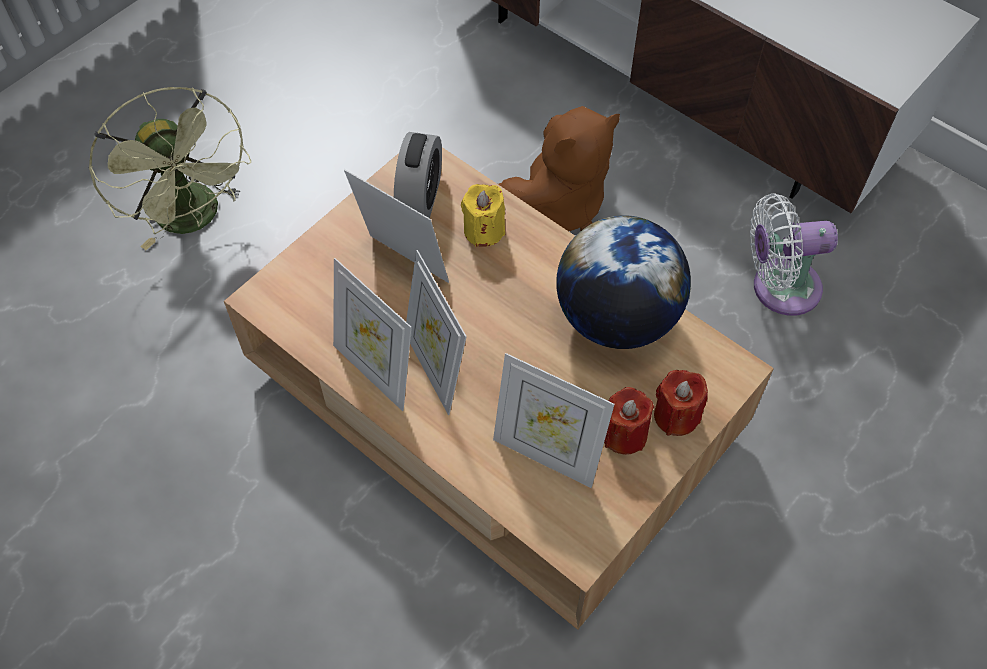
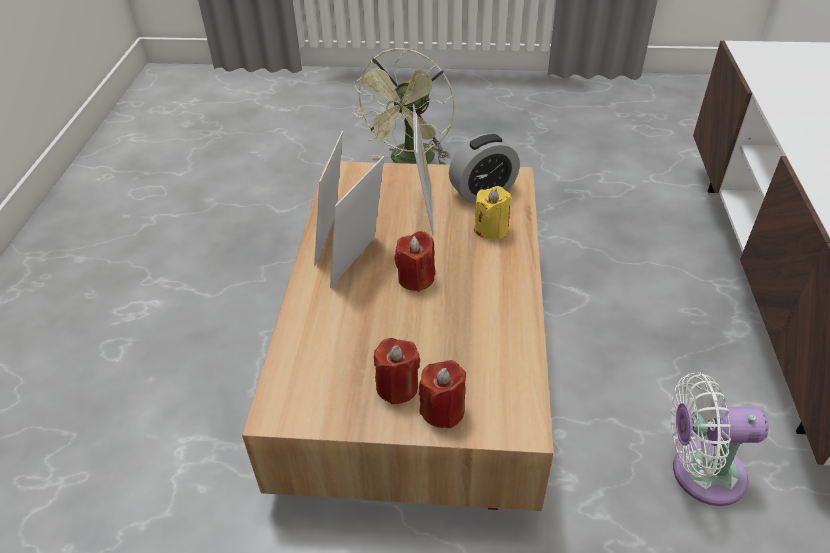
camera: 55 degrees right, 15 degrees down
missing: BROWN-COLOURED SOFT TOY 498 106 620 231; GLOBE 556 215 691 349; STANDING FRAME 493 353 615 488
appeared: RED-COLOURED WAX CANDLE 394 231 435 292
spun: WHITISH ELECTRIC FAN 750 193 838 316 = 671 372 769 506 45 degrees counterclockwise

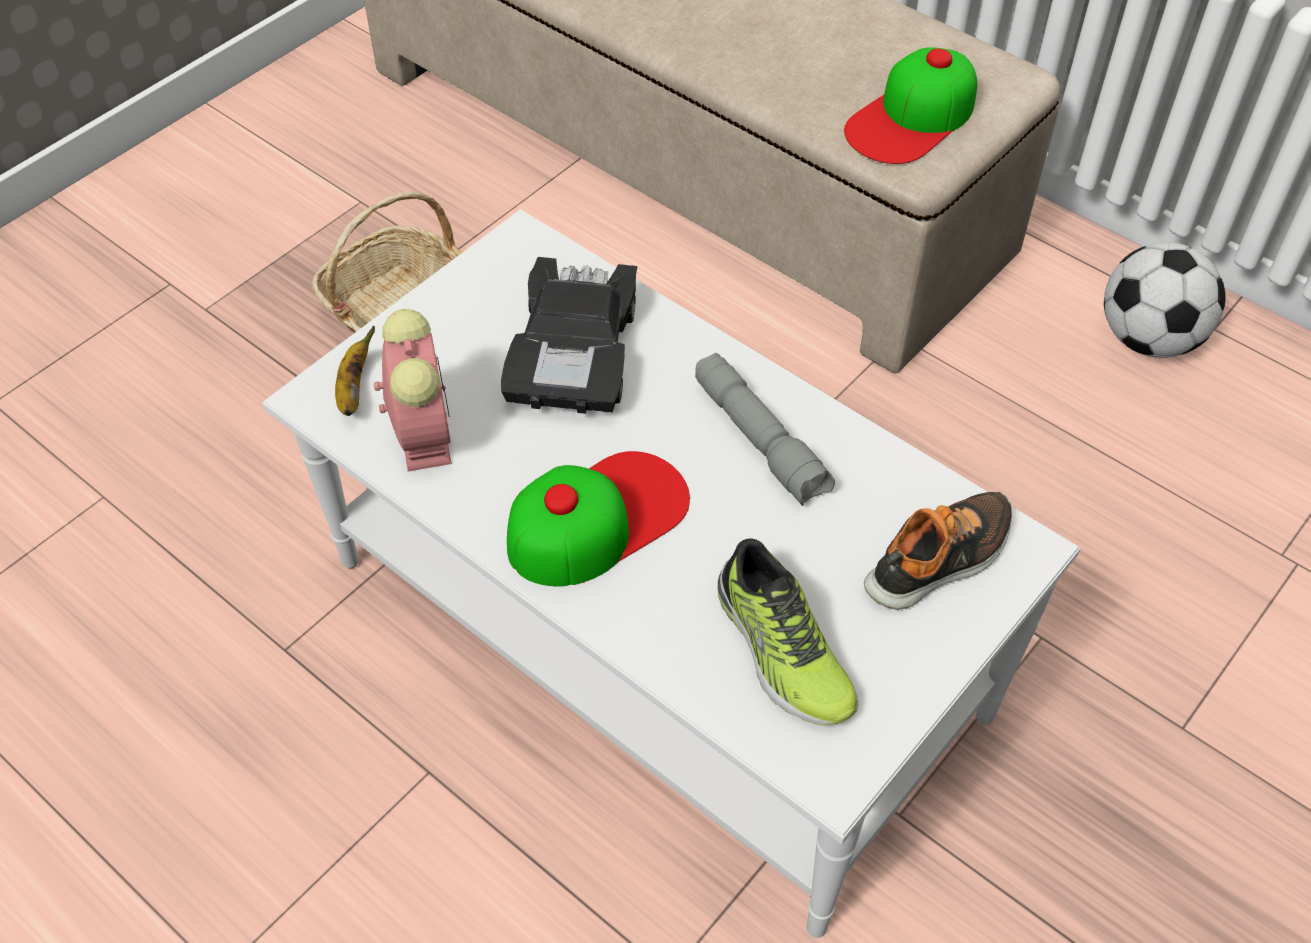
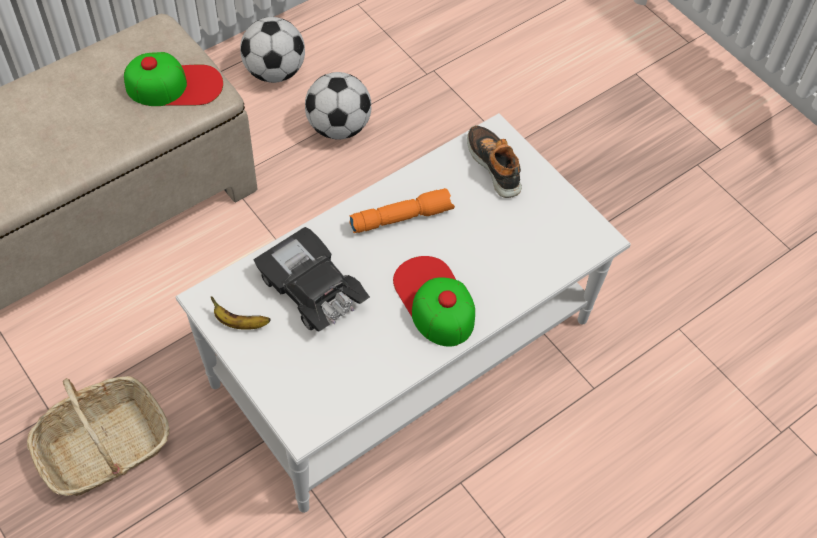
camera: 80 degrees left, 5 degrees up
missing: TABLE CLOCK 374 309 452 471; SHOE 717 538 859 726
appeared: BALL FOR FOOTBALL 305 72 371 140
relocated: BANANA 335 326 375 416 to 210 296 270 330
colour: GREYISH FLASHLIGHT 695 353 835 506 to ORANGE FLASHLIGHT 349 188 455 233
spun: PEAKED CAP 844 47 977 164 = 124 52 223 106 60 degrees counterclockwise; BLACK MINIATURE CAR 501 257 637 414 = 253 227 370 331 150 degrees counterclockwise

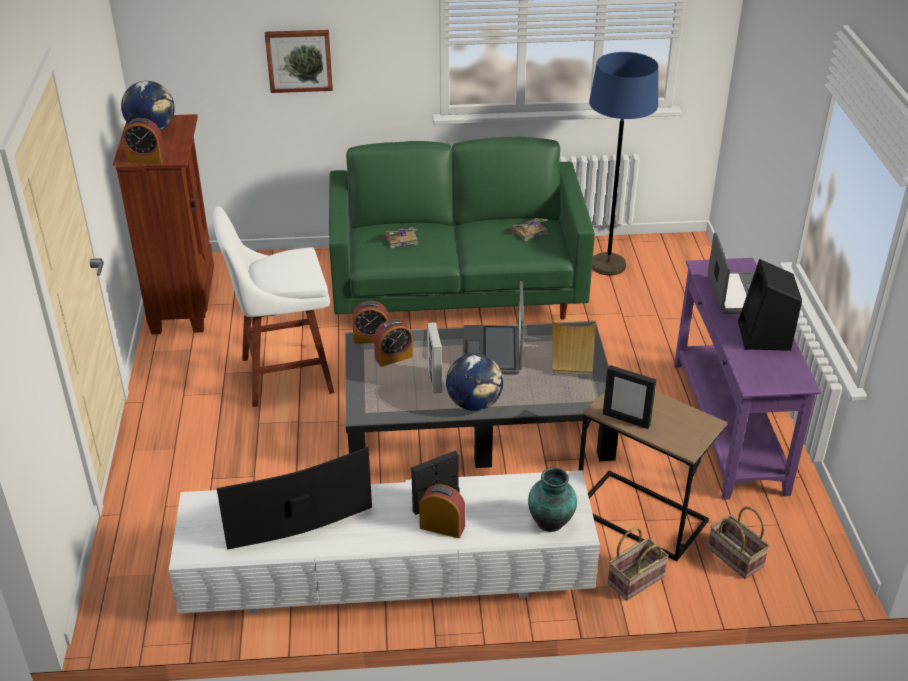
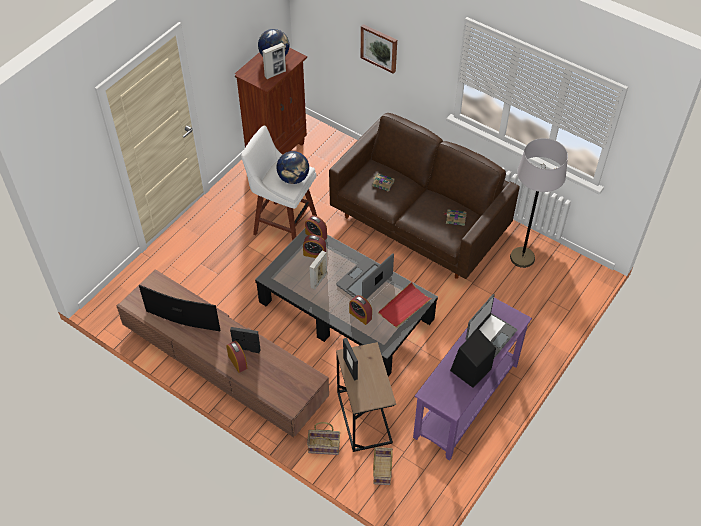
camera: 40 degrees right, 15 degrees up
missing: VASE 528 468 577 532
appeared: STANDING FRAME 262 43 286 79
relocated: TABLE CLOCK 122 118 165 163 to 349 295 372 325; GLOBE 446 353 503 411 to 277 151 309 184
colour: BLUISH STANDARD LAMP 589 52 658 275 to GREYISH STANDARD LAMP 510 138 568 268; GREENISH SOFA 329 137 595 320 to BROWN-COLOURED SOFA 329 113 520 279; BEIGE-COLOURED CARRYING TRAY 552 319 597 376 to RED-COLOURED CARRYING TRAY 378 282 432 329; WHITISH TV UNIT 169 470 600 614 to BROWN-COLOURED TV UNIT 116 269 329 437

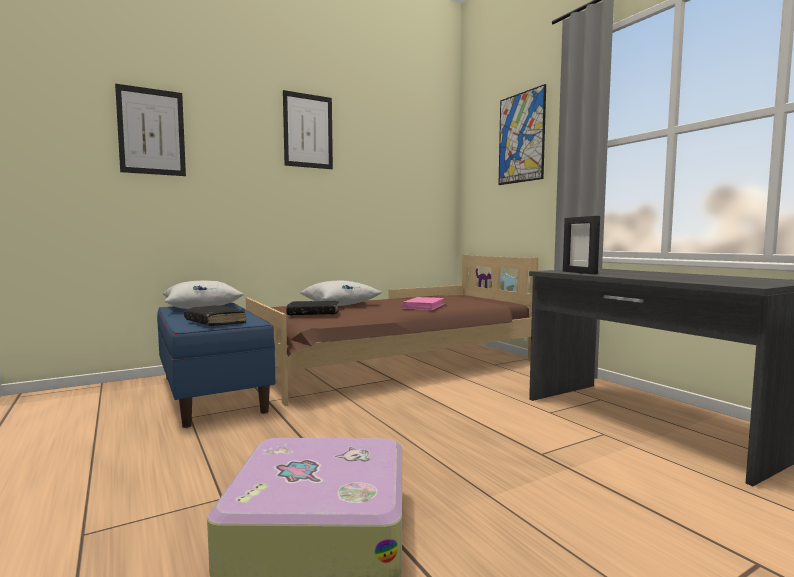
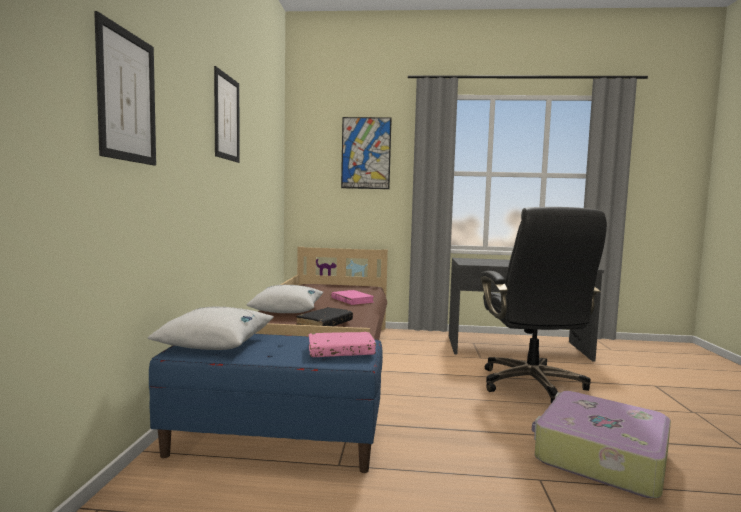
camera: 55 degrees left, 0 degrees up
missing: STANDING FRAME 563 216 600 274
appeared: BLACK COMPUTER CHAIR 480 207 607 403
colour: BLACK BOUND BOOK 184 305 246 326 to PINKISH BOUND BOOK 309 332 376 357

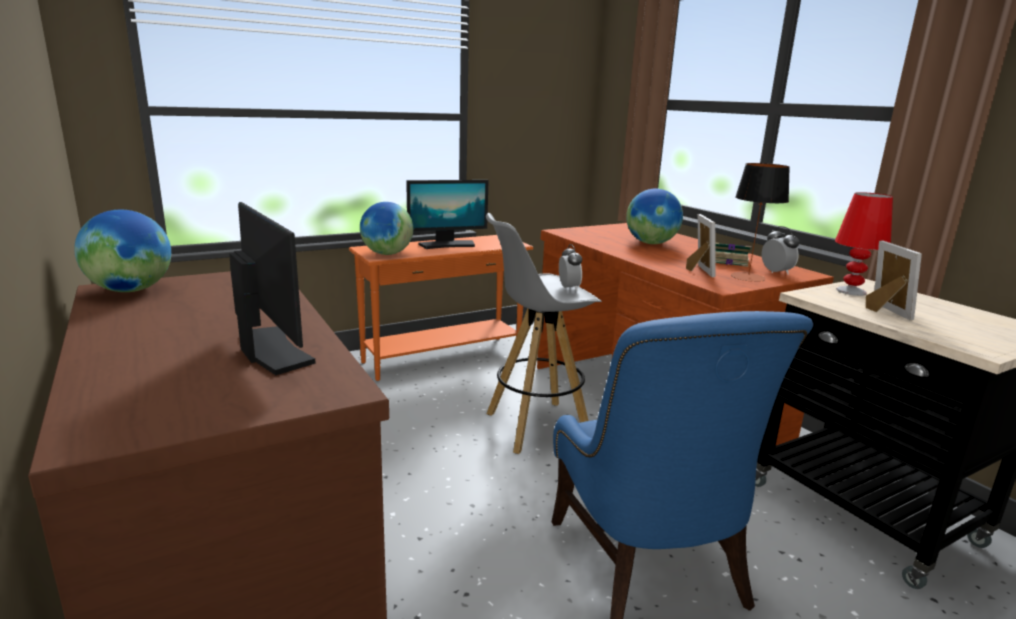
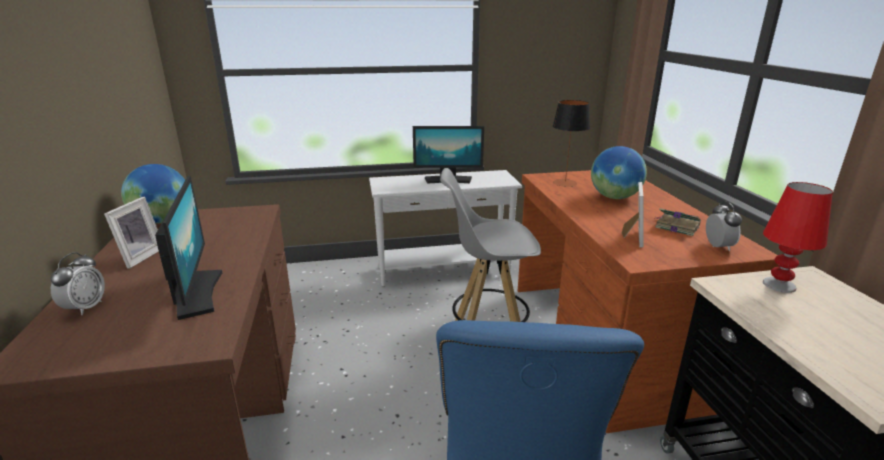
camera: 20 degrees right, 5 degrees up
missing: GLOBE 360 202 413 255
relocated: TABLETOP LAMP 731 163 790 282 to 553 100 590 187; STANDING FRAME 866 240 922 320 to 104 197 159 269; TABLE CLOCK 559 244 582 291 to 51 252 105 316
colour: ORANGE CONSOLE TABLE 349 235 533 381 to WHITISH CONSOLE TABLE 369 170 522 287

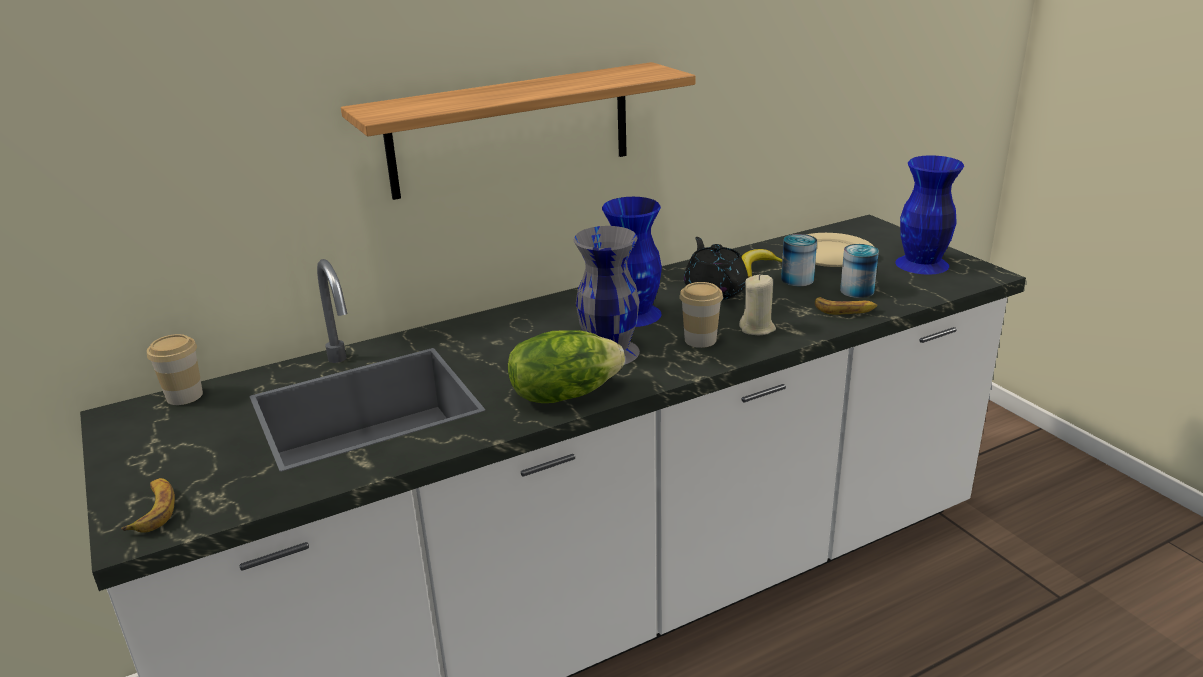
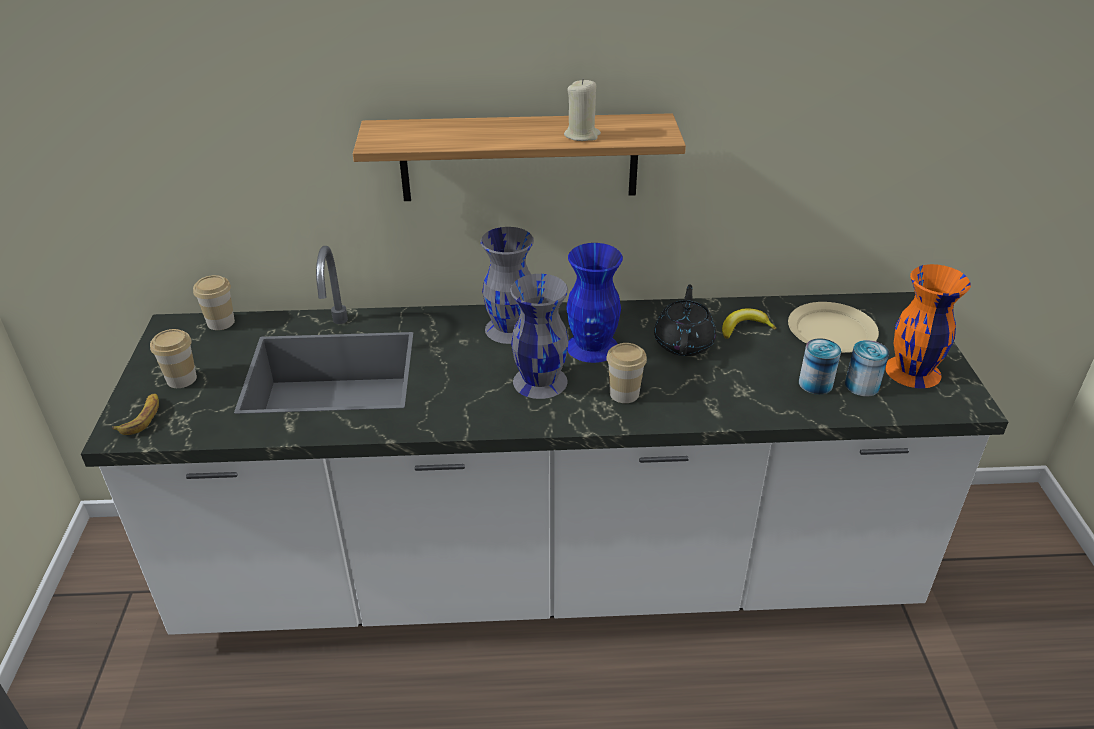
camera: 25 degrees right, 10 degrees up
missing: BANANA 815 297 878 315; HEAD OF LETTUCE 508 330 625 403
appeared: GREYISH VASE 481 227 534 344; DRINKING CUP 150 329 197 388
relocated: SEALED CAN 781 234 817 286 to 845 340 889 396; BEIGE-COLOURED WAX CANDLE 739 274 776 335 to 564 79 601 141
colour: BLUISH VASE 895 155 964 274 to ORANGE VASE 885 264 971 388

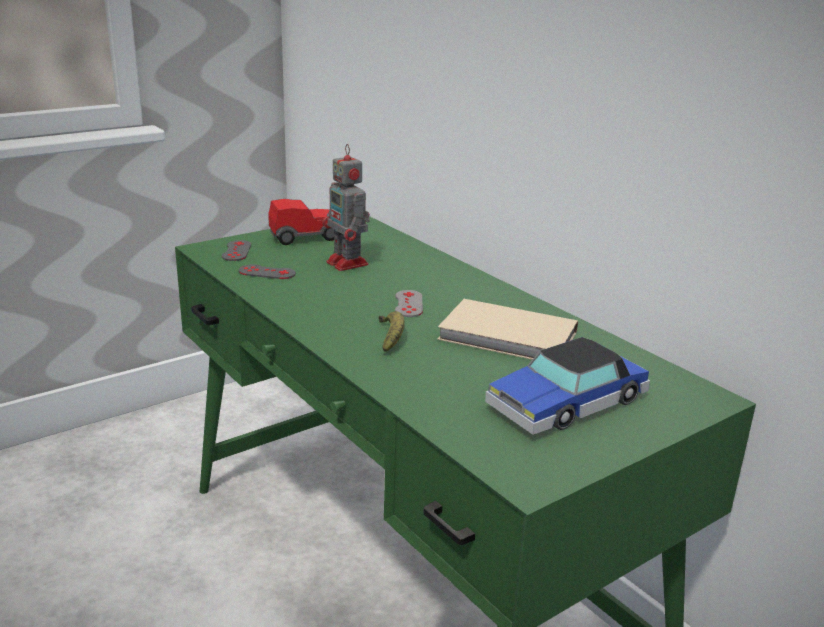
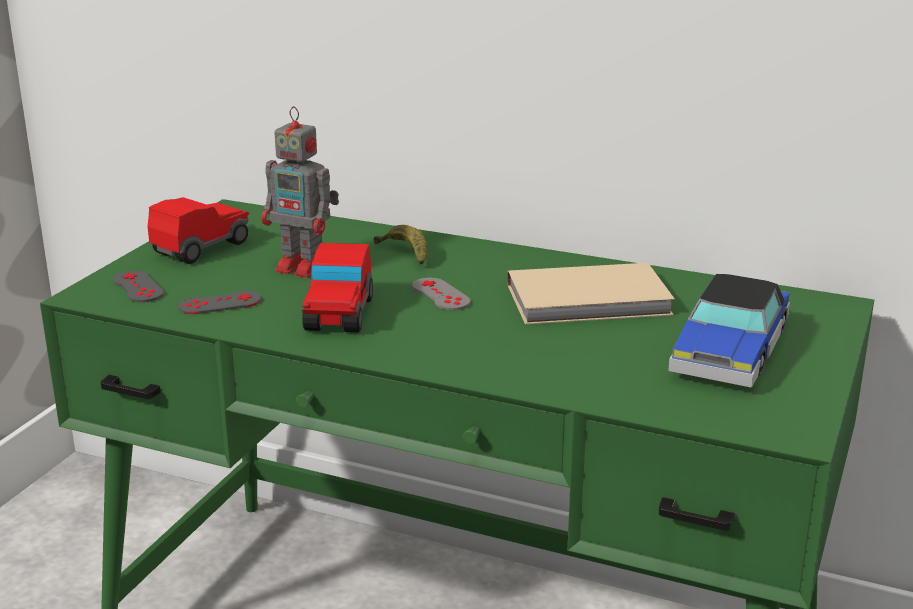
camera: 30 degrees left, 0 degrees up
appeared: MINIATURE CAR 302 243 373 333
relocated: BANANA 379 311 405 352 to 373 225 427 265

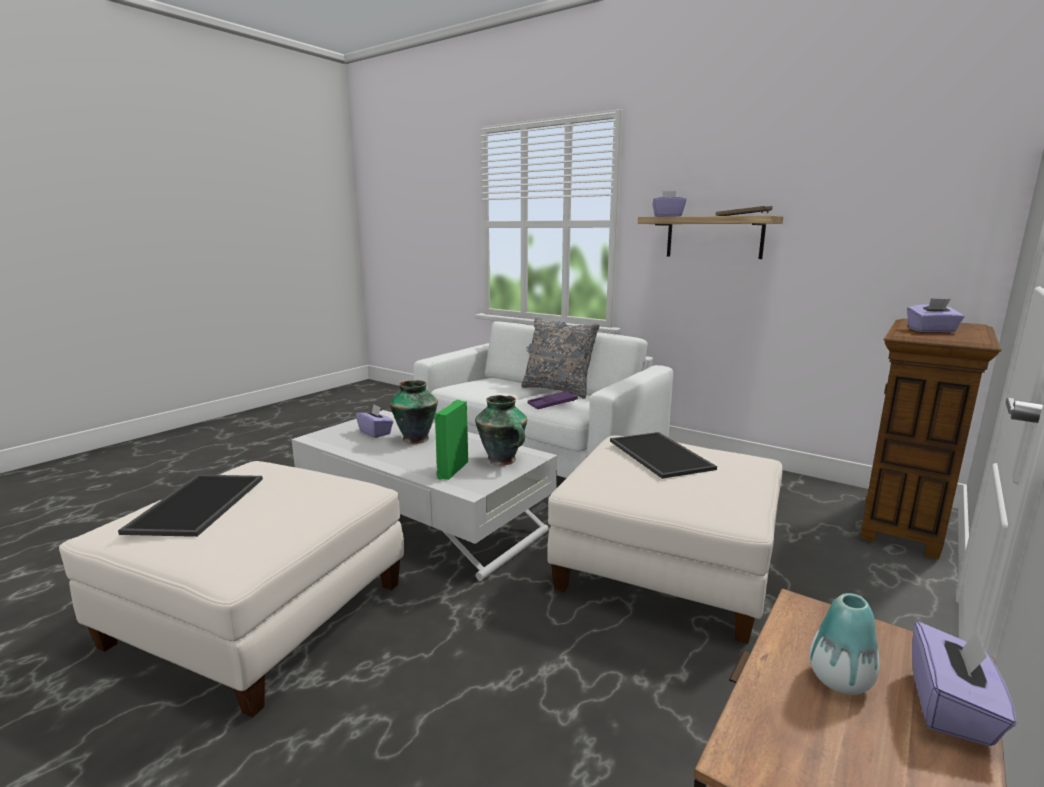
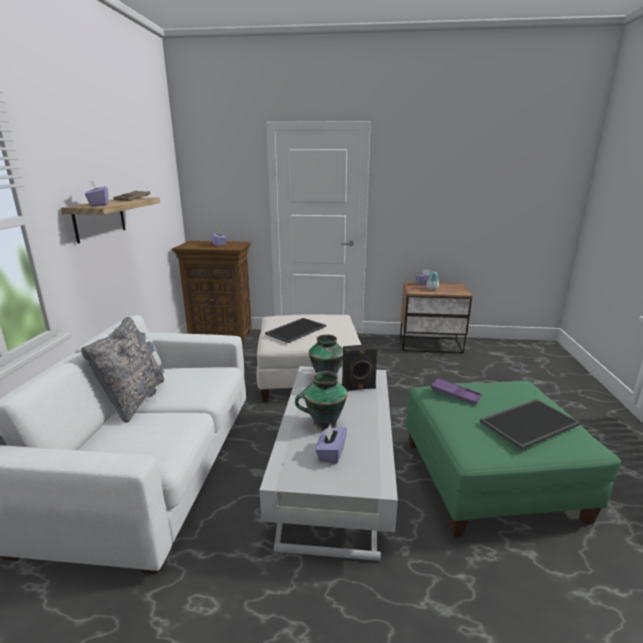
camera: 120 degrees left, 5 degrees up
relocated: PURPLE CARRYING TRAY 528 391 578 409 to 431 378 482 405
colour: GREENISH SPEAKER 434 400 468 480 to BLACK SPEAKER 342 344 378 391; WHITISH POUFFE 59 461 404 718 to GREENISH POUFFE 406 381 621 537

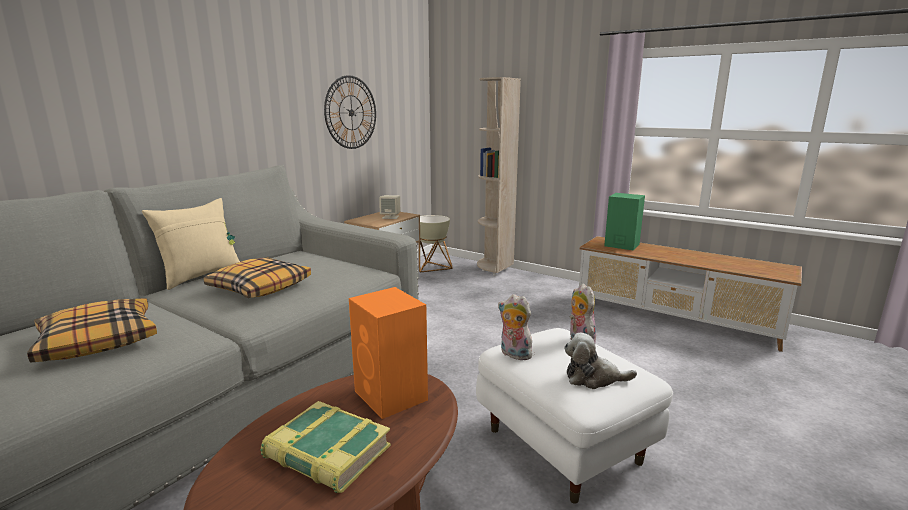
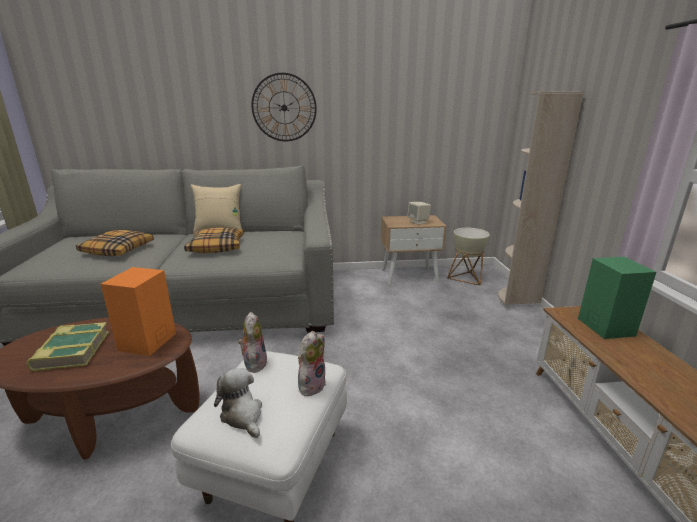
camera: 50 degrees right, 5 degrees up
relocated: WALL CLOCK 324 75 376 149 to 252 73 317 141

